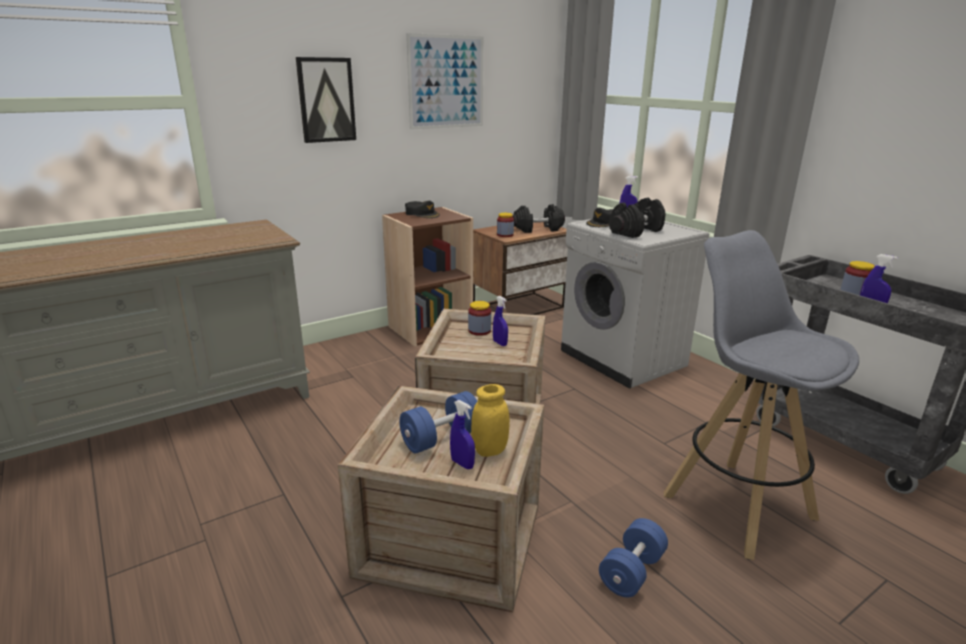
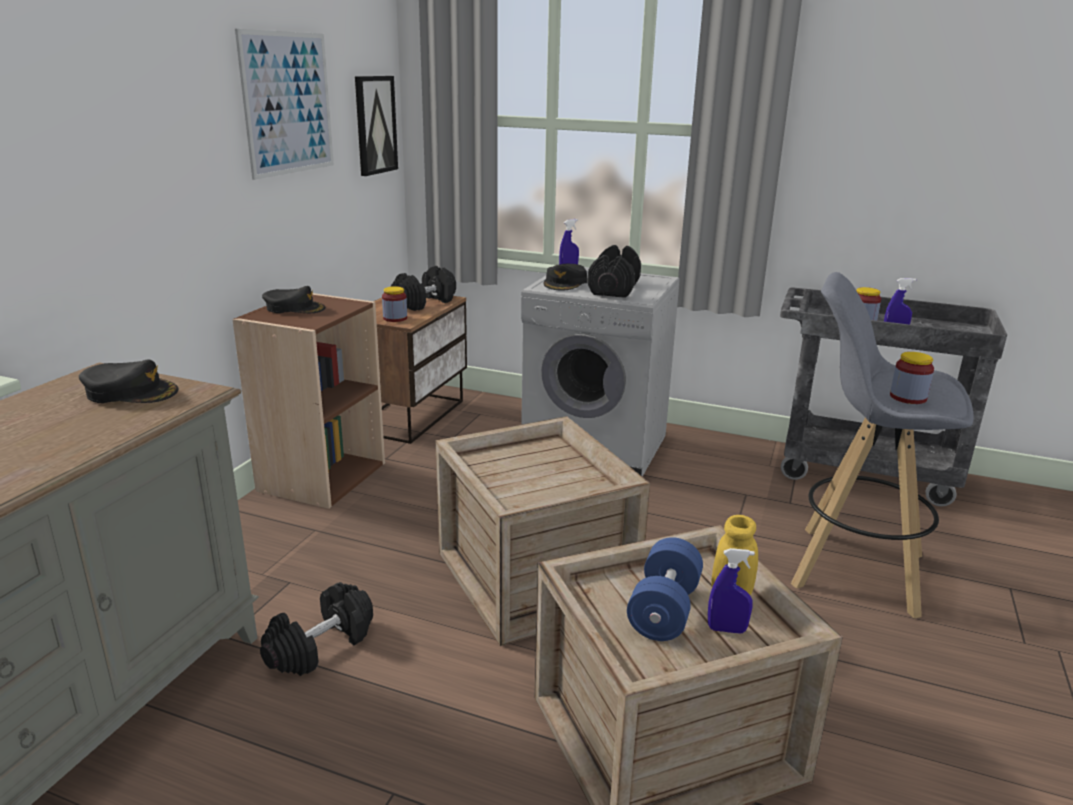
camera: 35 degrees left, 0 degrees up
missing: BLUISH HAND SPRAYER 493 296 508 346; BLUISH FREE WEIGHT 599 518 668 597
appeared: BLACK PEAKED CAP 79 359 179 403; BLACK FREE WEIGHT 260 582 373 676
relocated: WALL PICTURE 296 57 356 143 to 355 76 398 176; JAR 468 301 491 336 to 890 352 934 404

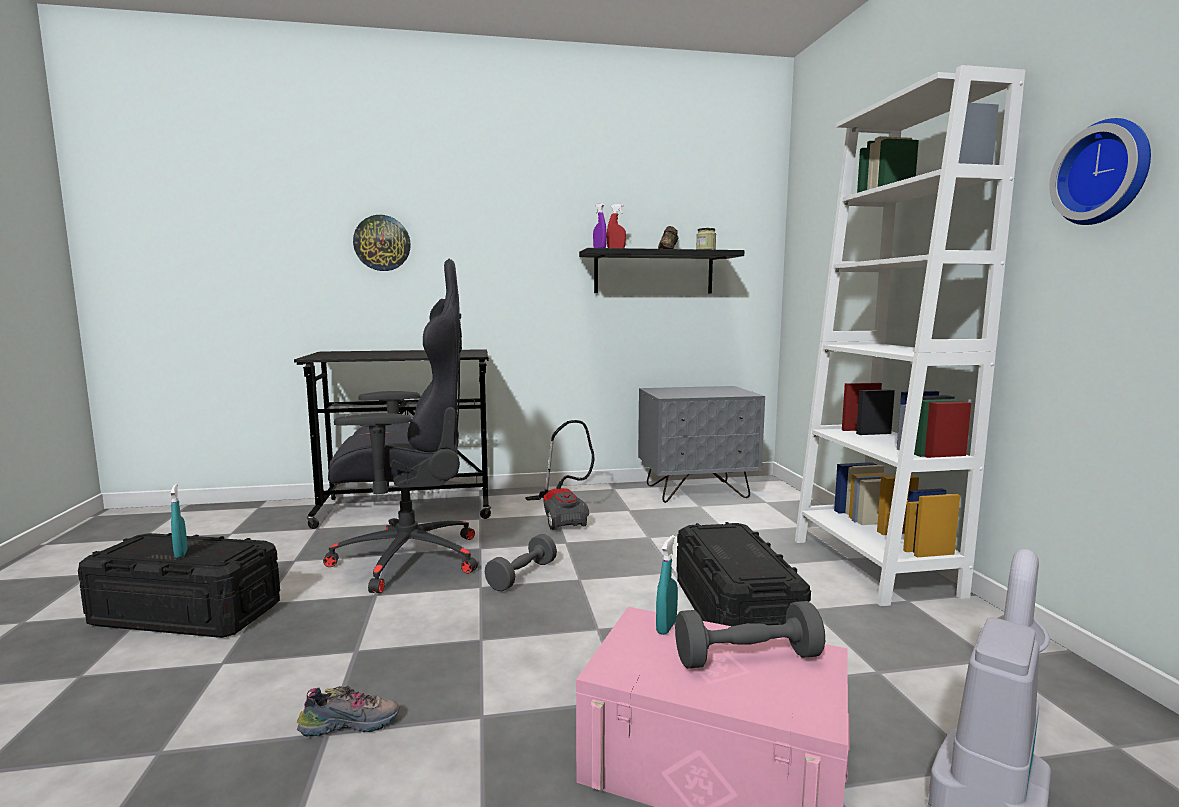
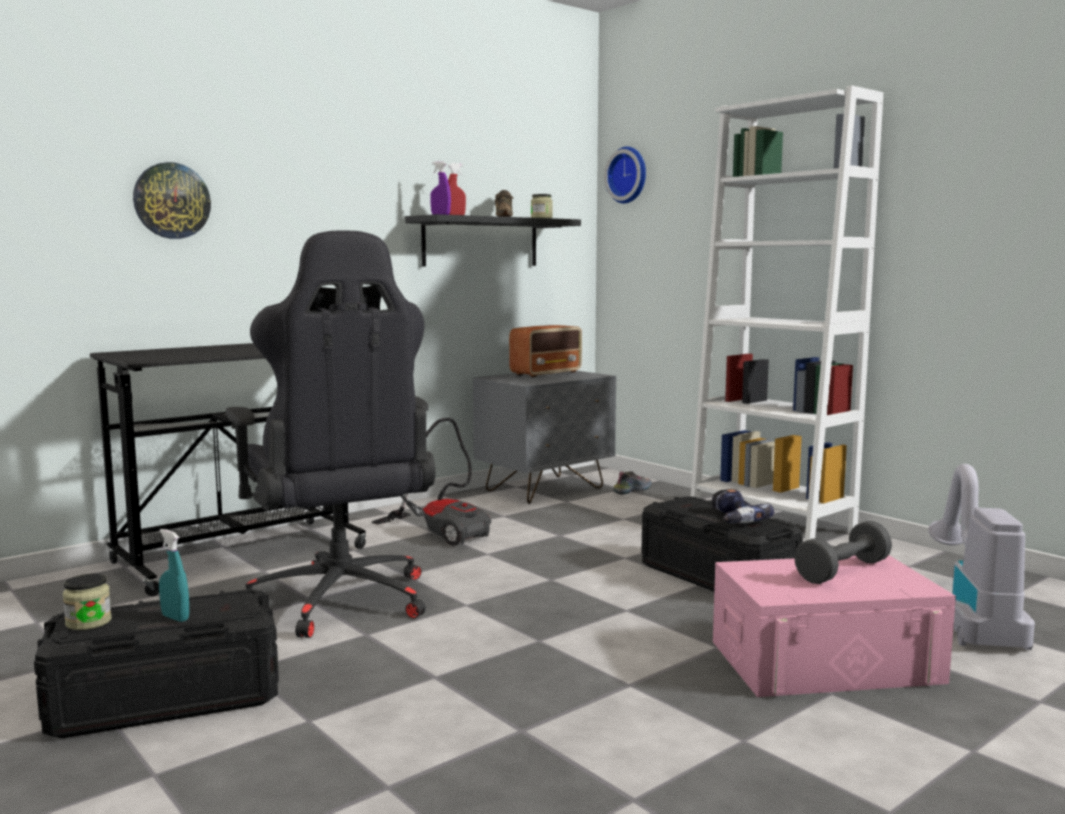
camera: 30 degrees left, 0 degrees up
missing: GREYISH FREE WEIGHT 485 534 557 591; BLUE-GREEN HAND SPRAYER 656 535 678 635
appeared: RADIO 509 325 582 378; POWER DRILL 712 489 774 523; JAR 63 574 112 630
relocated: WALL CLOCK 1049 118 1151 225 to 604 147 646 204; SHOE 297 686 399 736 to 613 471 652 495
spun: BLACK COMPUTER CHAIR 323 259 478 593 = 226 231 435 638 105 degrees clockwise

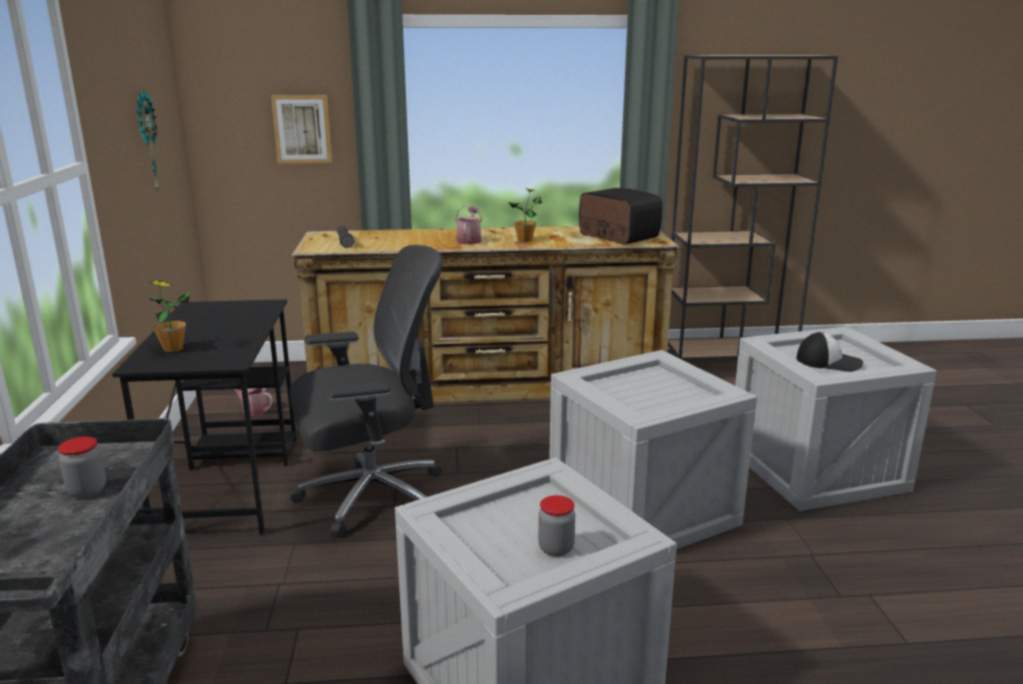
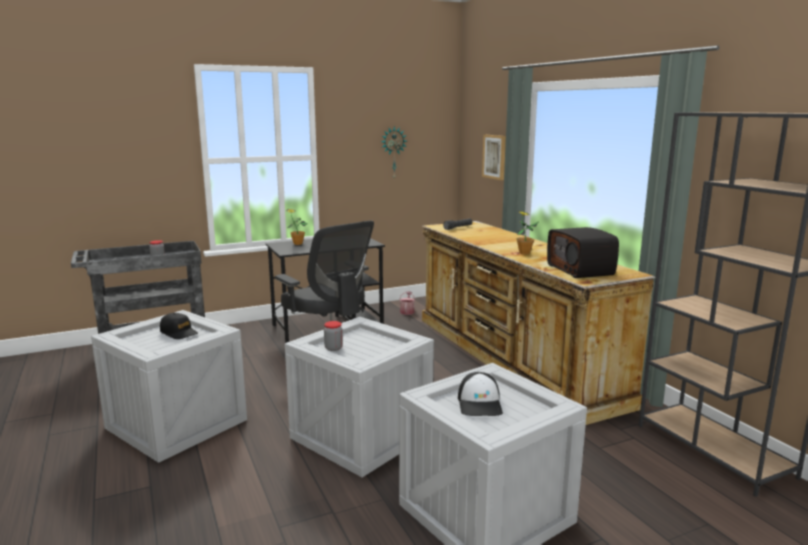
camera: 70 degrees right, 5 degrees down
missing: SPRINKLING CAN 455 205 482 244
appeared: BLACK PEAKED CAP 160 313 198 339
relocated: JAR 538 495 575 557 to 324 321 343 351
spun: RADIO 579 188 662 245 = 547 227 619 278 135 degrees clockwise

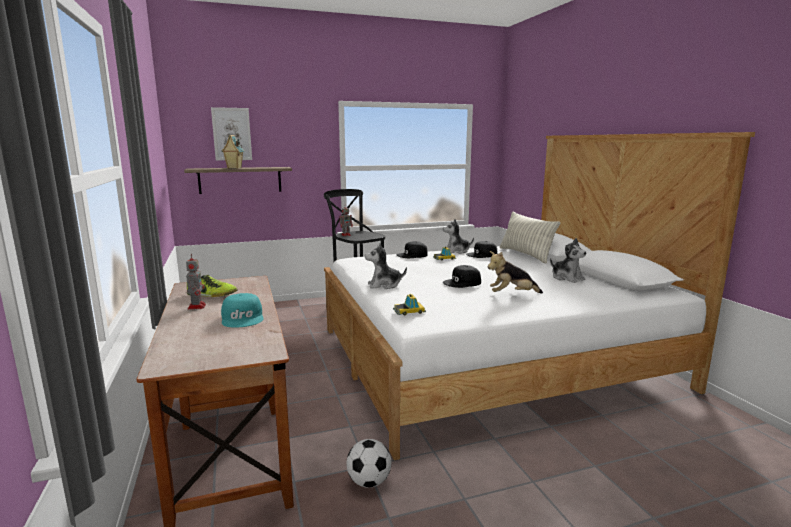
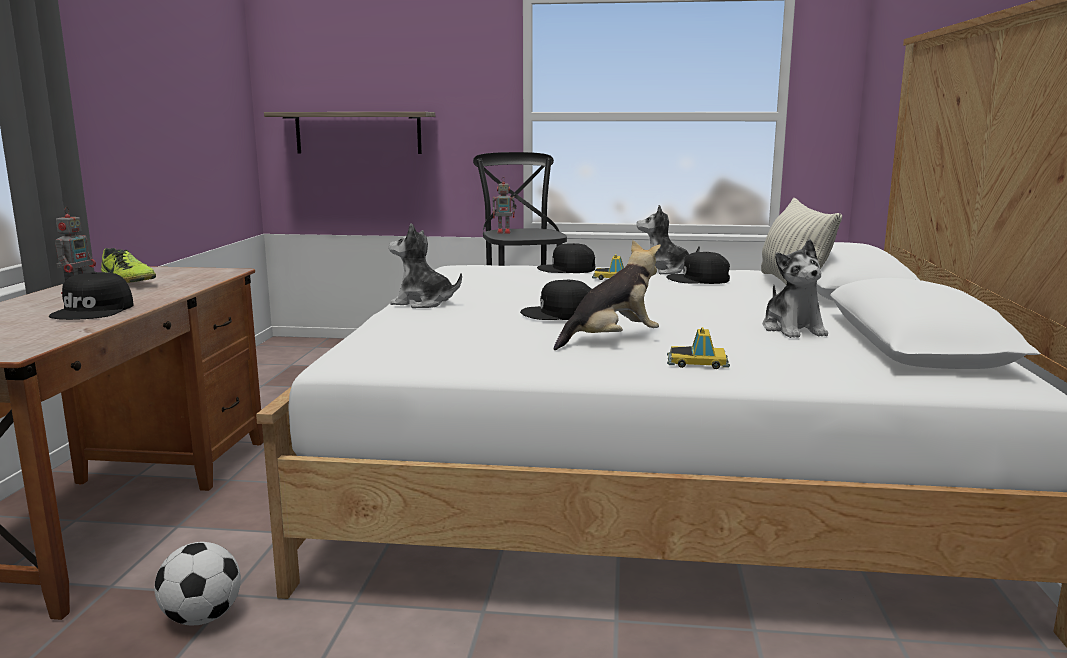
camera: 25 degrees right, 0 degrees up
missing: WALL PICTURE 211 107 252 160; MINIATURE HOUSE 222 135 245 169
relocated: MINIATURE CAR 393 294 426 315 to 667 327 730 369
colour: BLUE-GREEN PEAKED CAP 221 293 263 328 to BLACK PEAKED CAP 49 272 134 320
spun: SOFT TOY 488 251 543 294 = 554 240 661 350 135 degrees clockwise

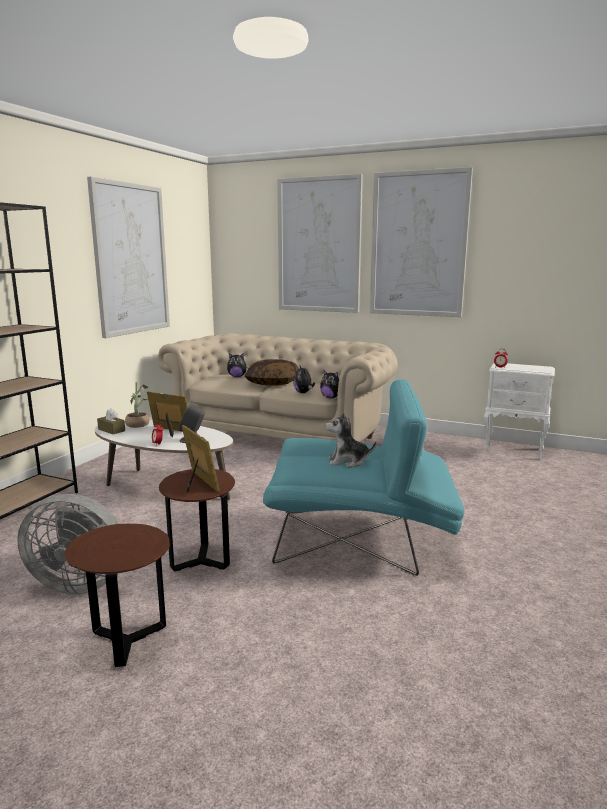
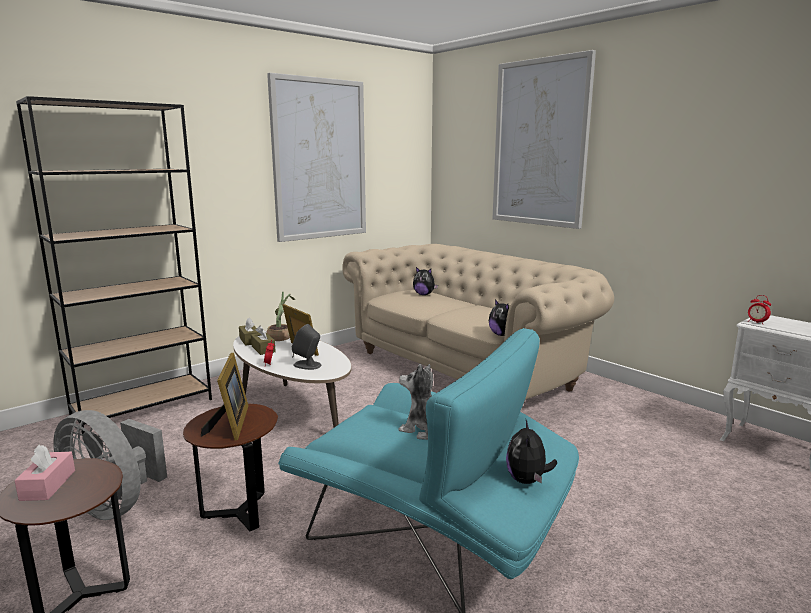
camera: 25 degrees right, 0 degrees up
missing: WALL PICTURE 370 167 473 317; THROW PILLOW 245 359 299 386
appeared: BROWN-COLOURED TISSUE BOX 251 325 276 355; PINKISH TISSUE BOX 14 445 75 501
relocated: SOFT TOY 293 366 315 393 to 506 420 557 484

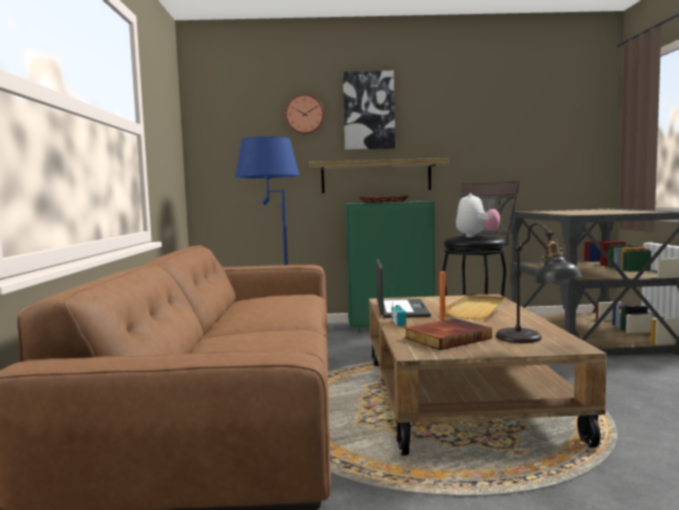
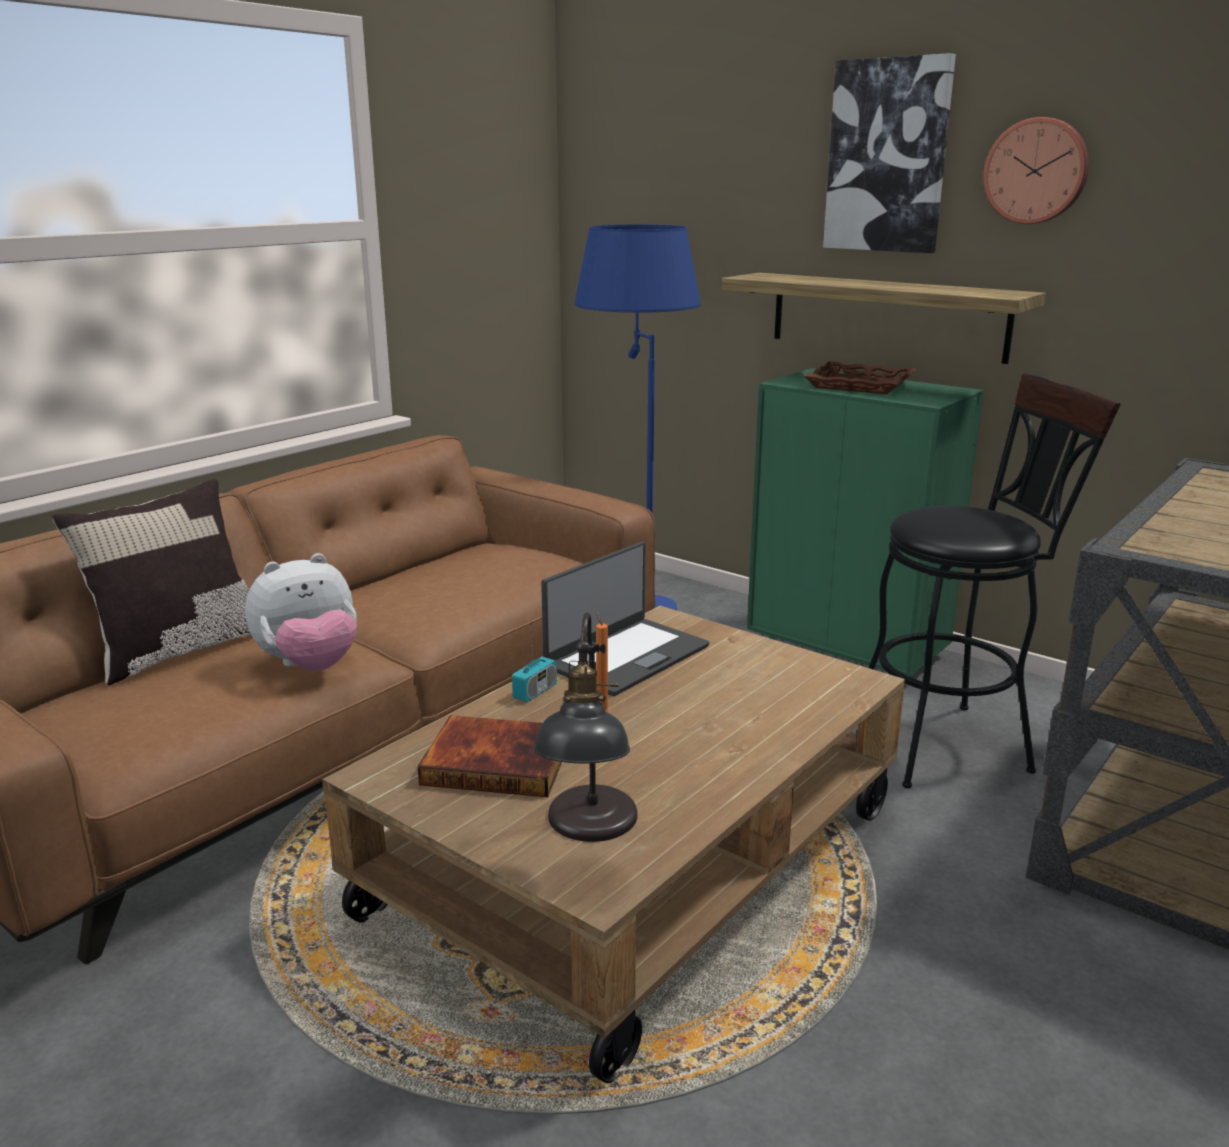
camera: 40 degrees right, 15 degrees up
missing: BEIGE-COLOURED CARRYING TRAY 445 295 505 319
appeared: THROW PILLOW 52 479 251 685
relocated: WALL CLOCK 285 94 324 134 to 983 117 1089 224; SOFT TOY 456 193 500 237 to 245 553 357 671

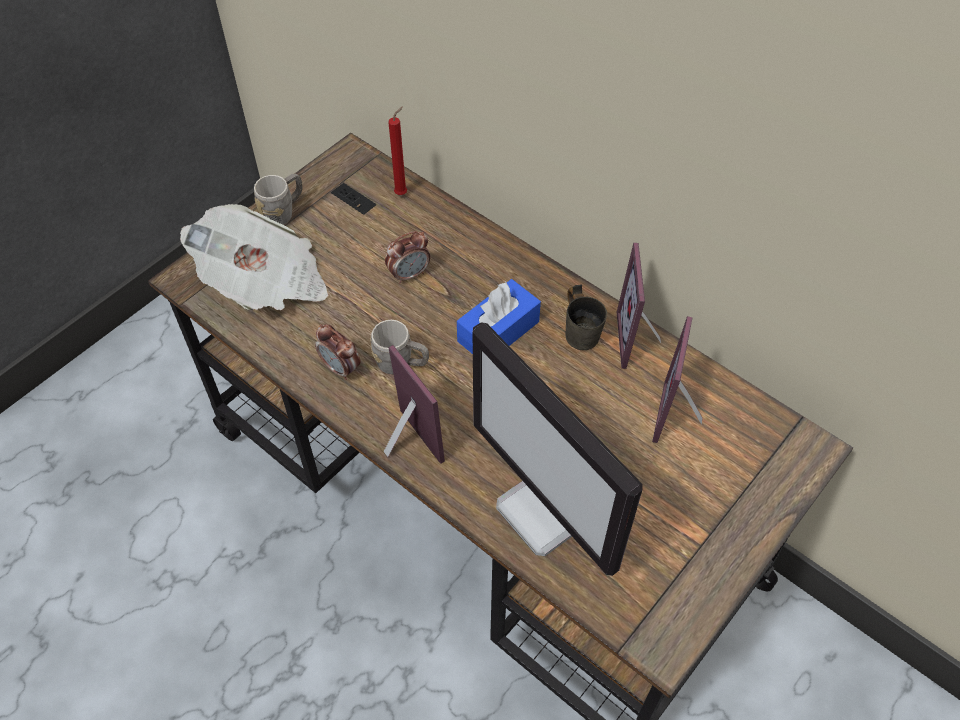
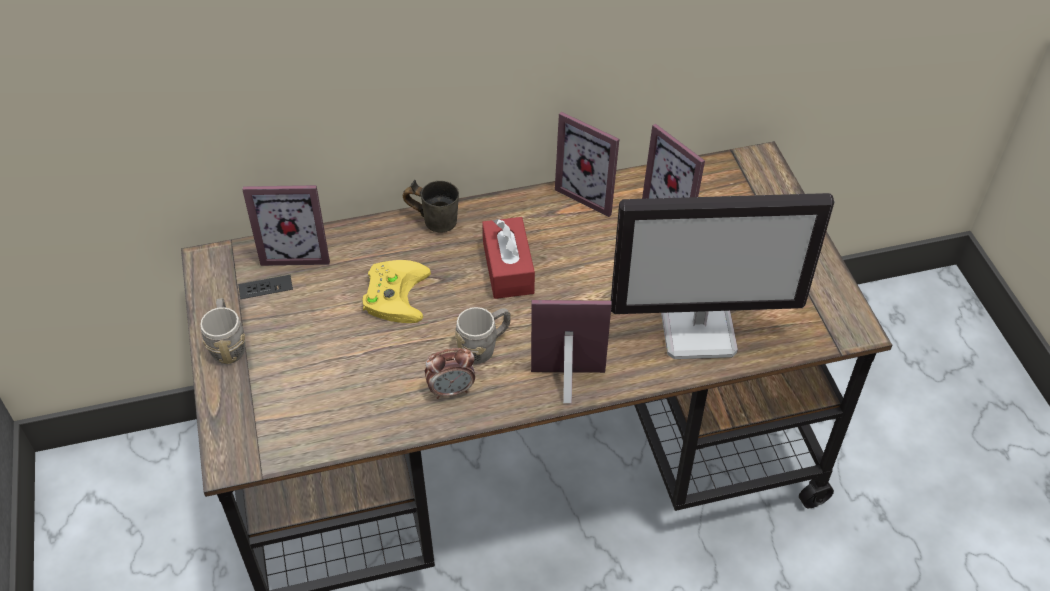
camera: 55 degrees left, 5 degrees down
missing: NEWSPAPER 180 204 328 310
relocated: GREYISH MUG 566 285 607 350 to 403 180 459 232
exchanged: RED-COLOURED WAX CANDLE 388 107 407 195 to STANDING FRAME 242 185 330 266; TABLE CLOCK 385 231 430 284 to YELLOW JOYPAD 362 260 431 323
colour: BLUISH TISSUE BOX 457 279 541 354 to RED-COLOURED TISSUE BOX 482 217 535 299

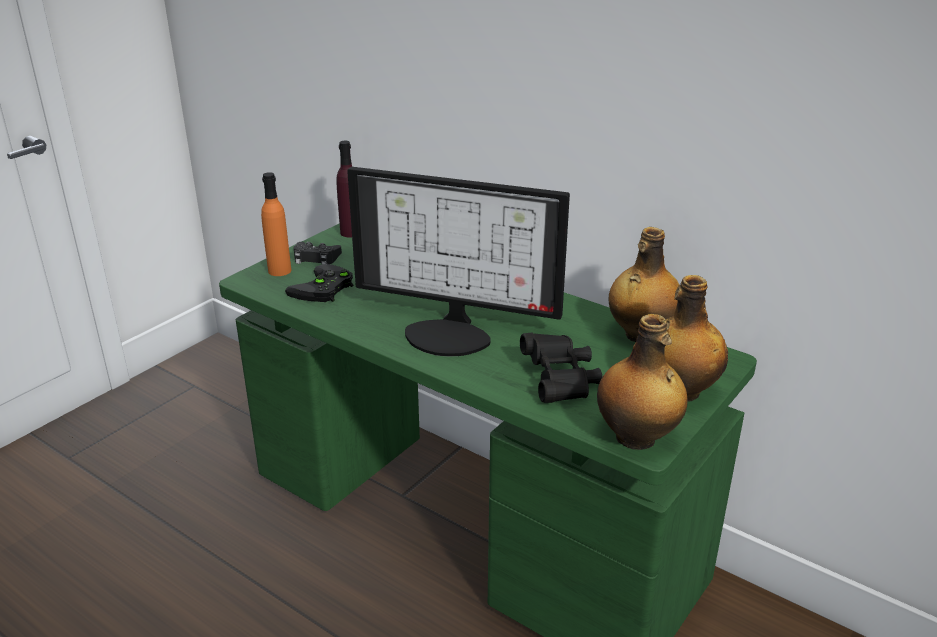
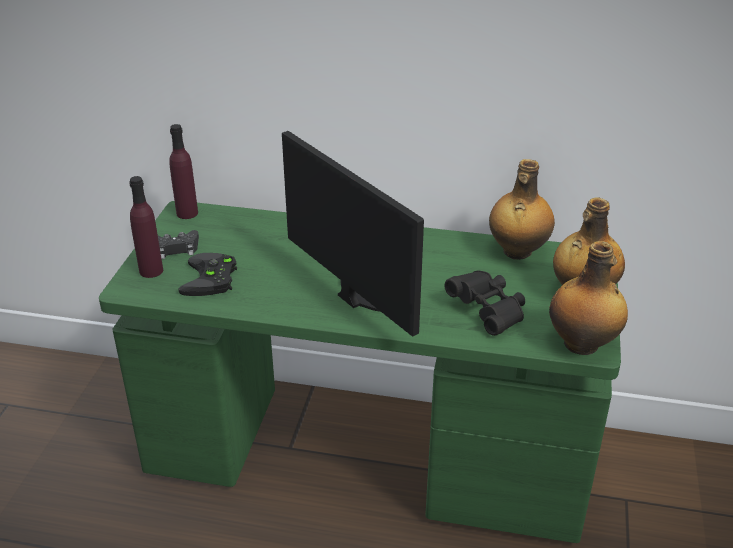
camera: 25 degrees left, 5 degrees up
colour: ORANGE BEVERAGE BOTTLE 261 172 291 276 to PURPLE BEVERAGE BOTTLE 129 176 163 278
spun: COMPUTER SCREEN 347 167 570 356 = 282 131 424 336 120 degrees counterclockwise

